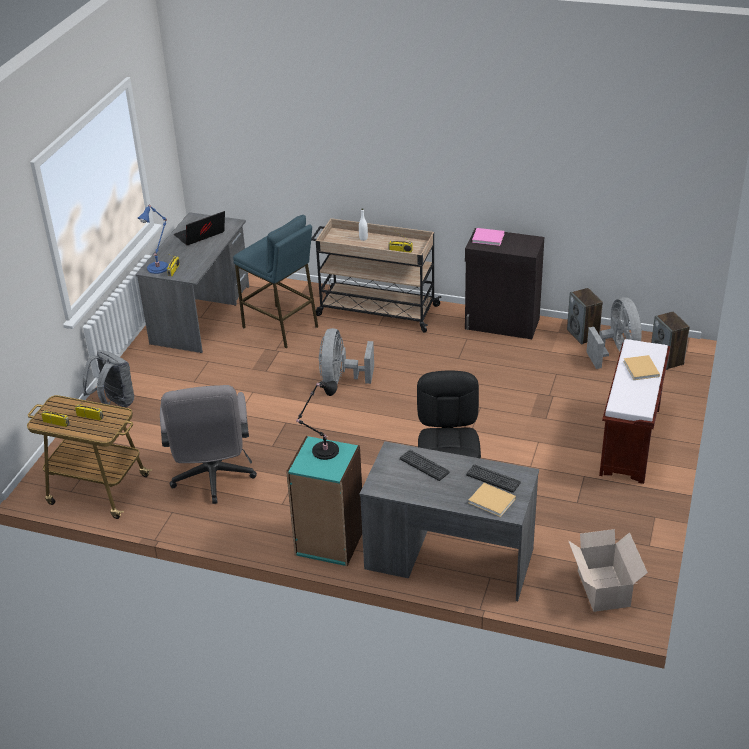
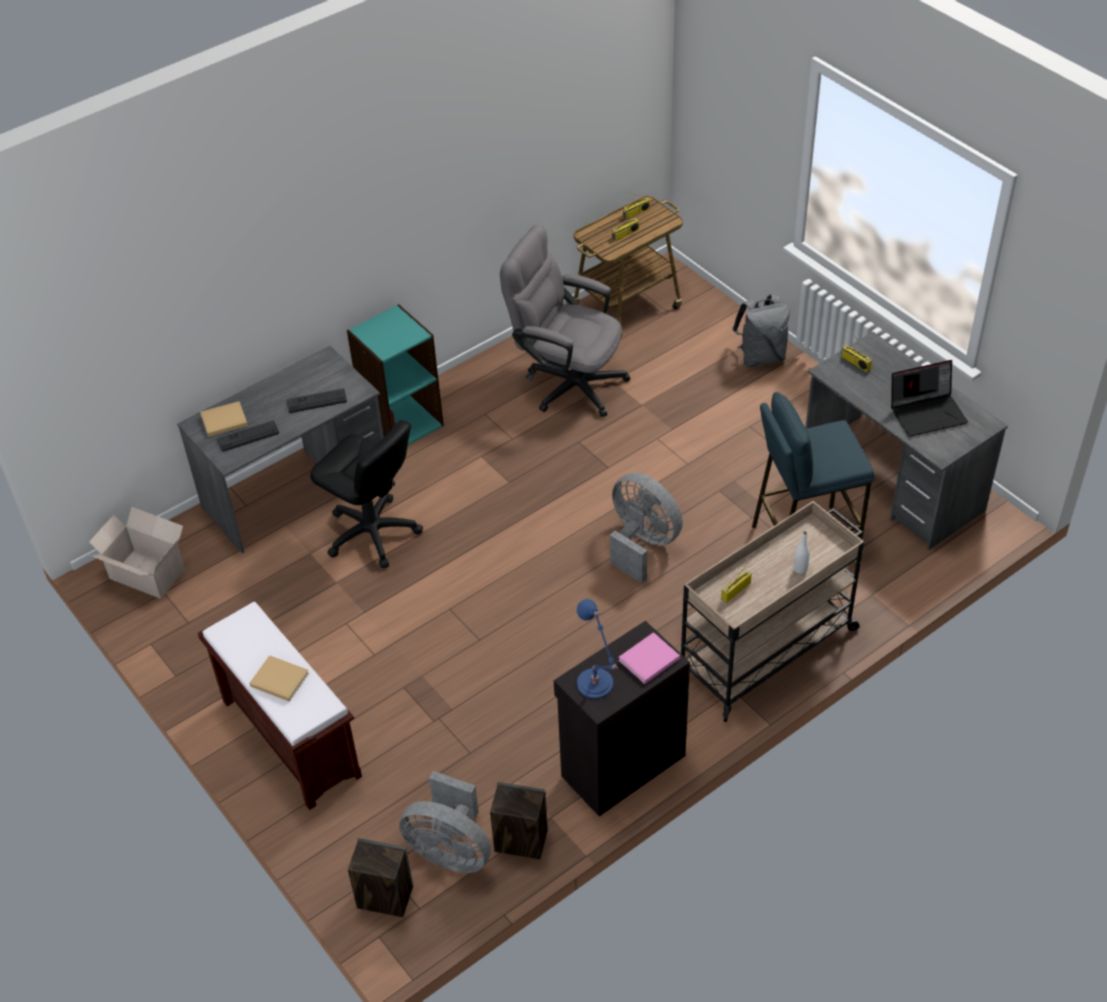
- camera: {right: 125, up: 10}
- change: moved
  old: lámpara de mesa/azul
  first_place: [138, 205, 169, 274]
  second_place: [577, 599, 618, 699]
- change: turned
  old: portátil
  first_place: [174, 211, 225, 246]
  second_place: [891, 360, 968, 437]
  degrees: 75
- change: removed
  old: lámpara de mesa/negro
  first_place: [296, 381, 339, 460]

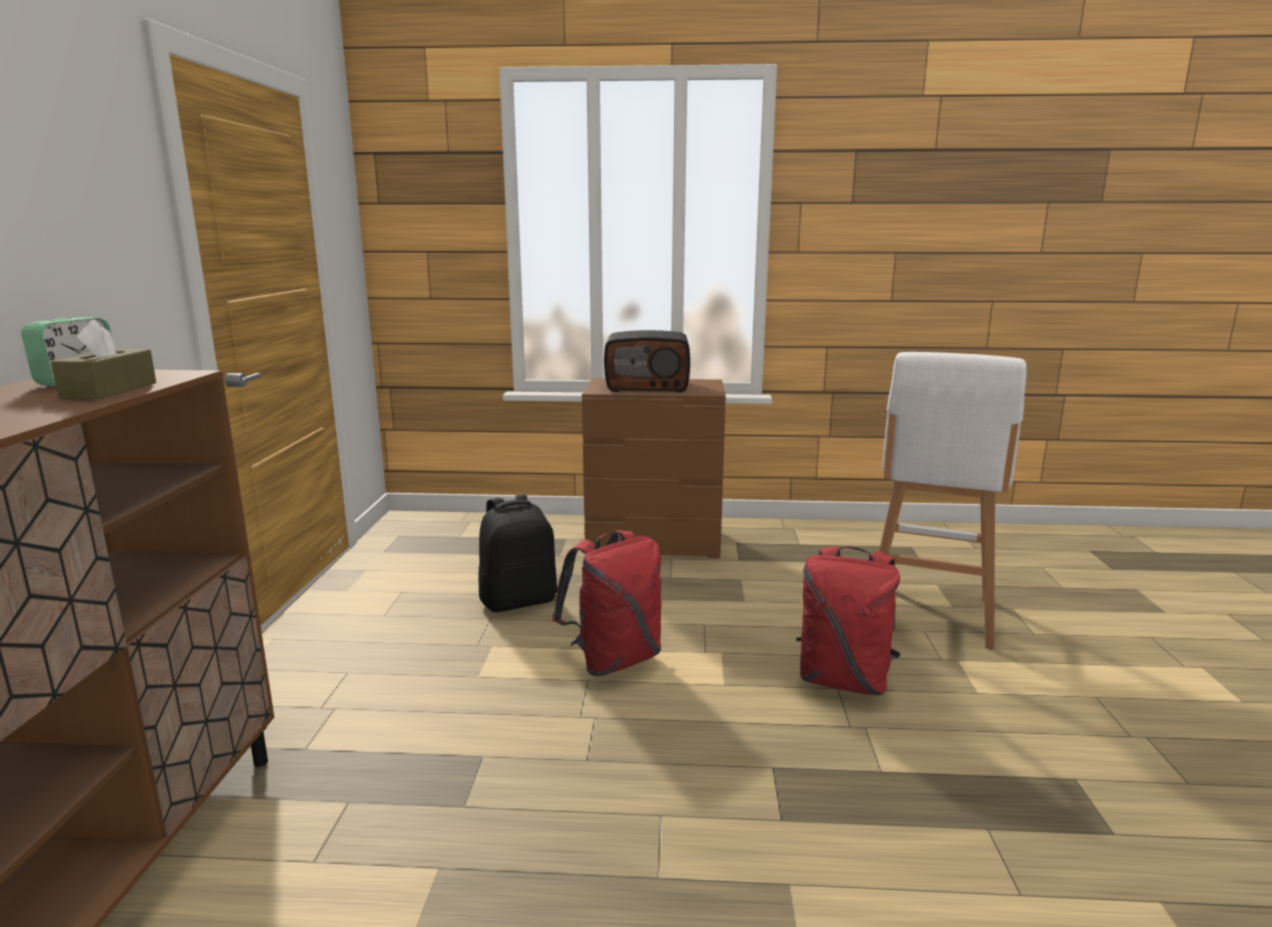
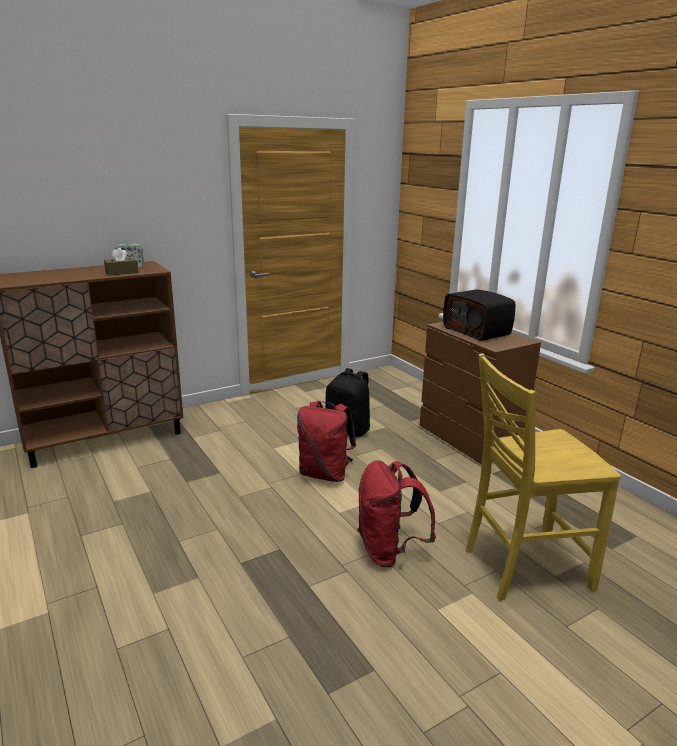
- camera: {right: 55, up: 5}
- change: replaced
  old: taburete/blanco
  new: silla/amarillo
  first_place: [879, 352, 1027, 649]
  second_place: [466, 353, 621, 601]

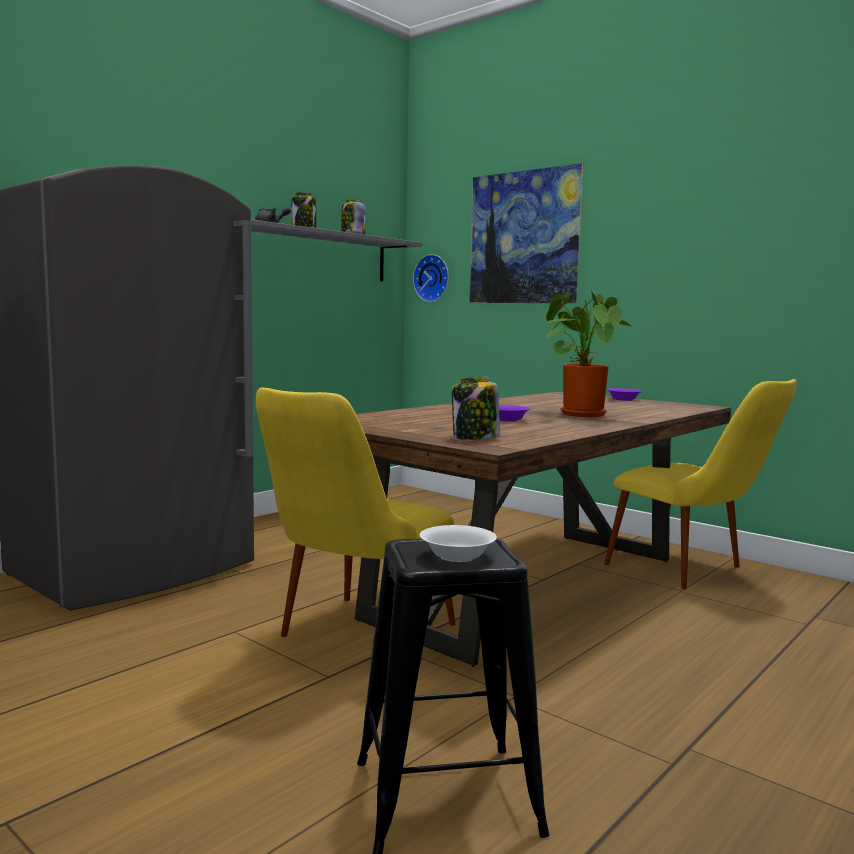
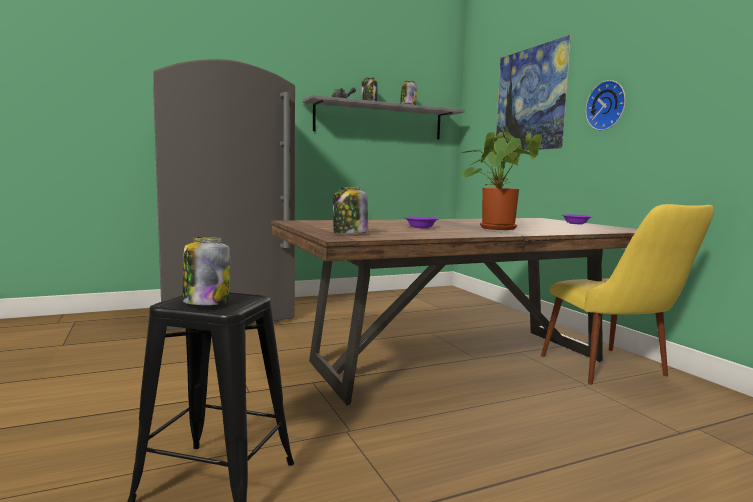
- camera: {right: 25, up: 0}
- change: replaced
  old: cuenco/blanco
  new: tarro
  first_place: [420, 525, 497, 562]
  second_place: [183, 237, 230, 305]
- change: moved
  old: reloj de pared
  first_place: [413, 254, 449, 302]
  second_place: [585, 80, 626, 130]
- change: removed
  old: silla/amarillo
  first_place: [256, 388, 455, 637]

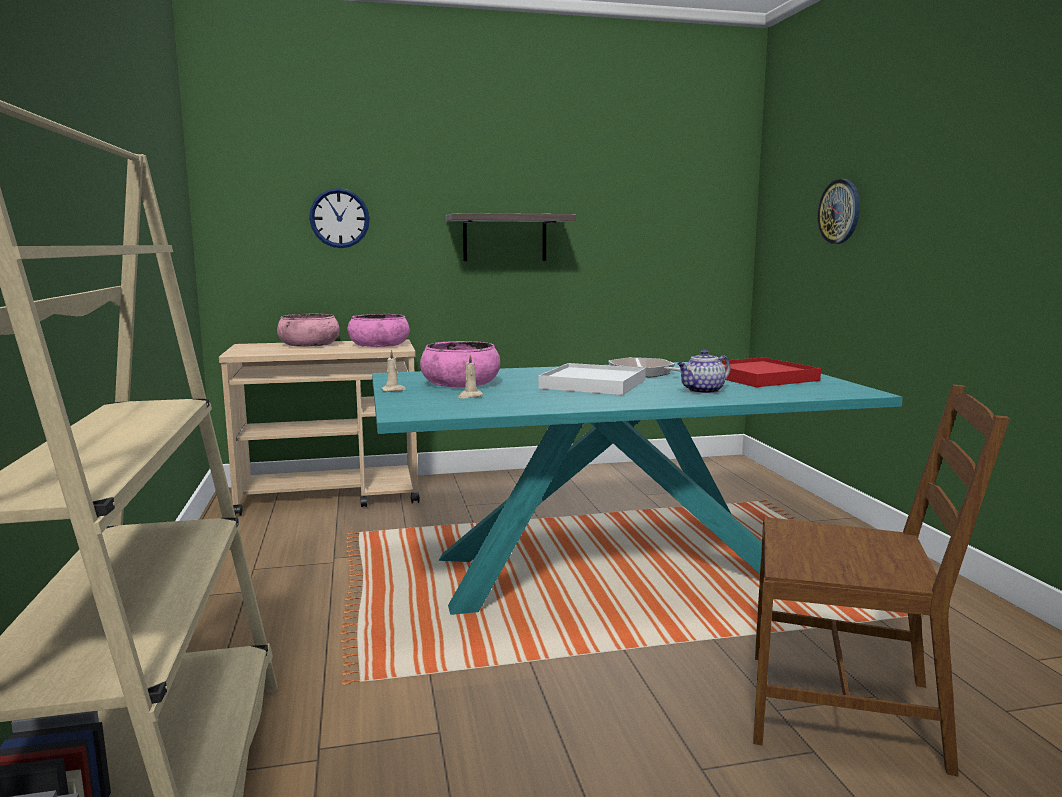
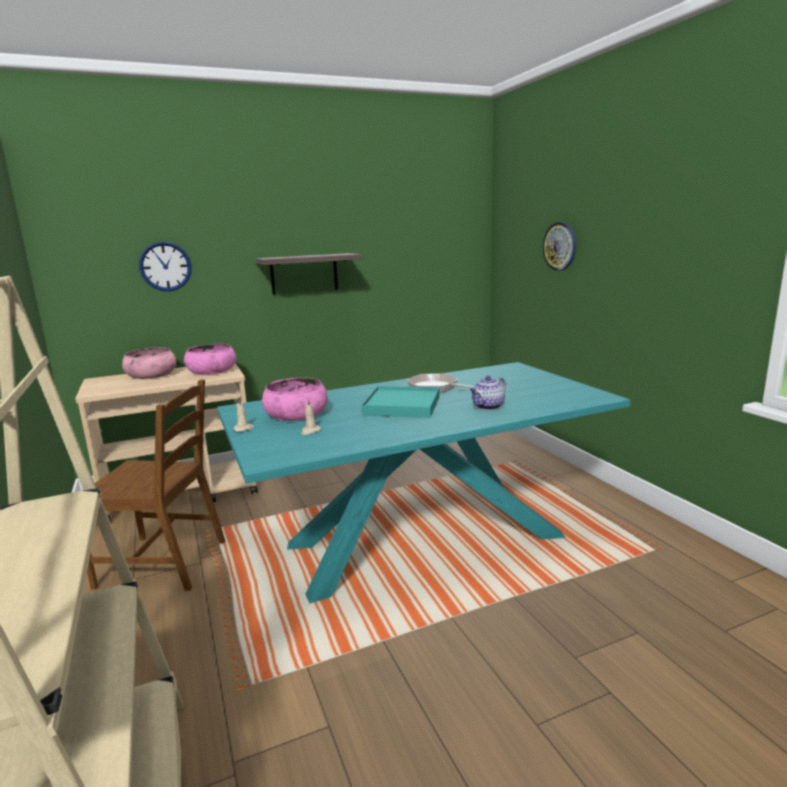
- camera: {right: -10, up: 5}
- change: moved
  old: silla/marrón
  first_place: [753, 385, 1010, 777]
  second_place: [87, 380, 225, 591]
- change: recoloured
  old: bandeja/blanco
  new: bandeja/turquesa
  first_place: [539, 363, 646, 395]
  second_place: [361, 386, 440, 418]
- change: removed
  old: bandeja/rojo
  first_place: [721, 357, 821, 387]

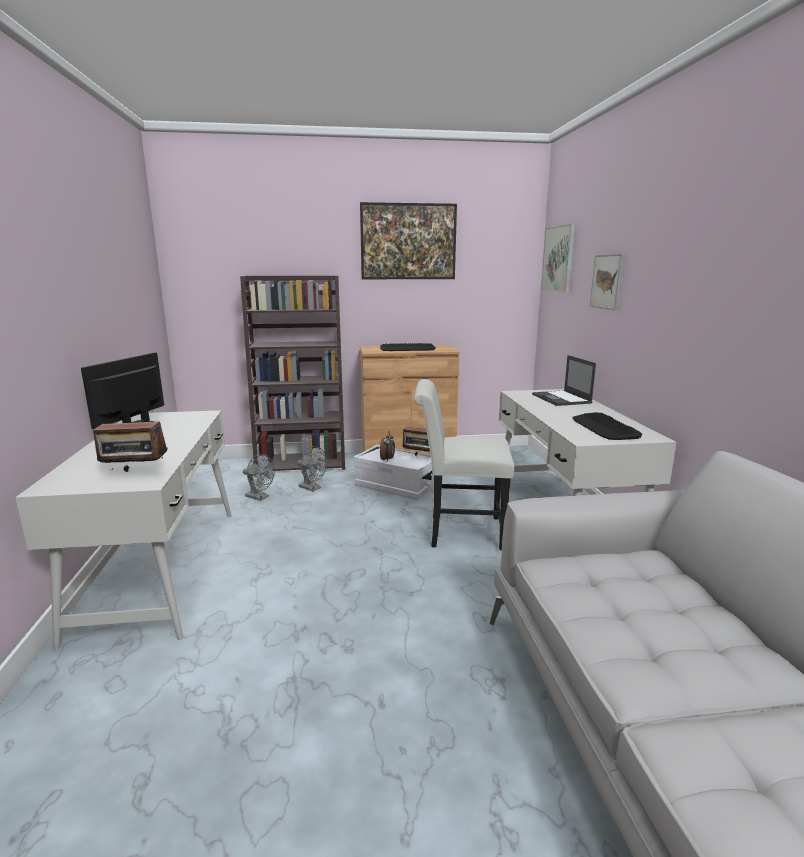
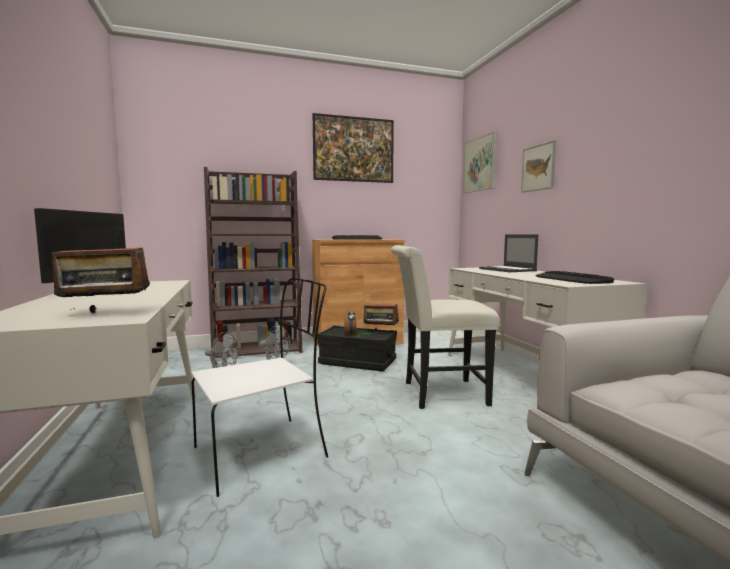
- camera: {right: -10, up: -10}
- change: added
  new: silla/blanco
  second_place: [191, 278, 328, 497]
- change: recoloured
  old: caja de almacenaje/blanco
  new: caja de almacenaje/negro
  first_place: [354, 445, 434, 500]
  second_place: [317, 326, 397, 371]

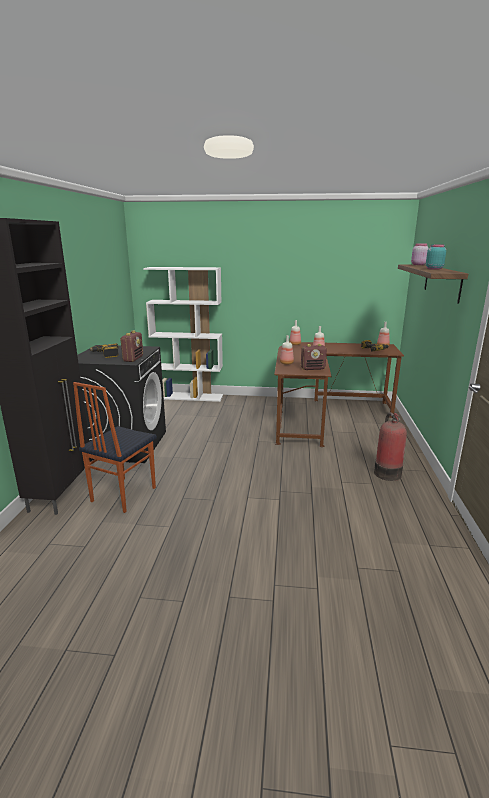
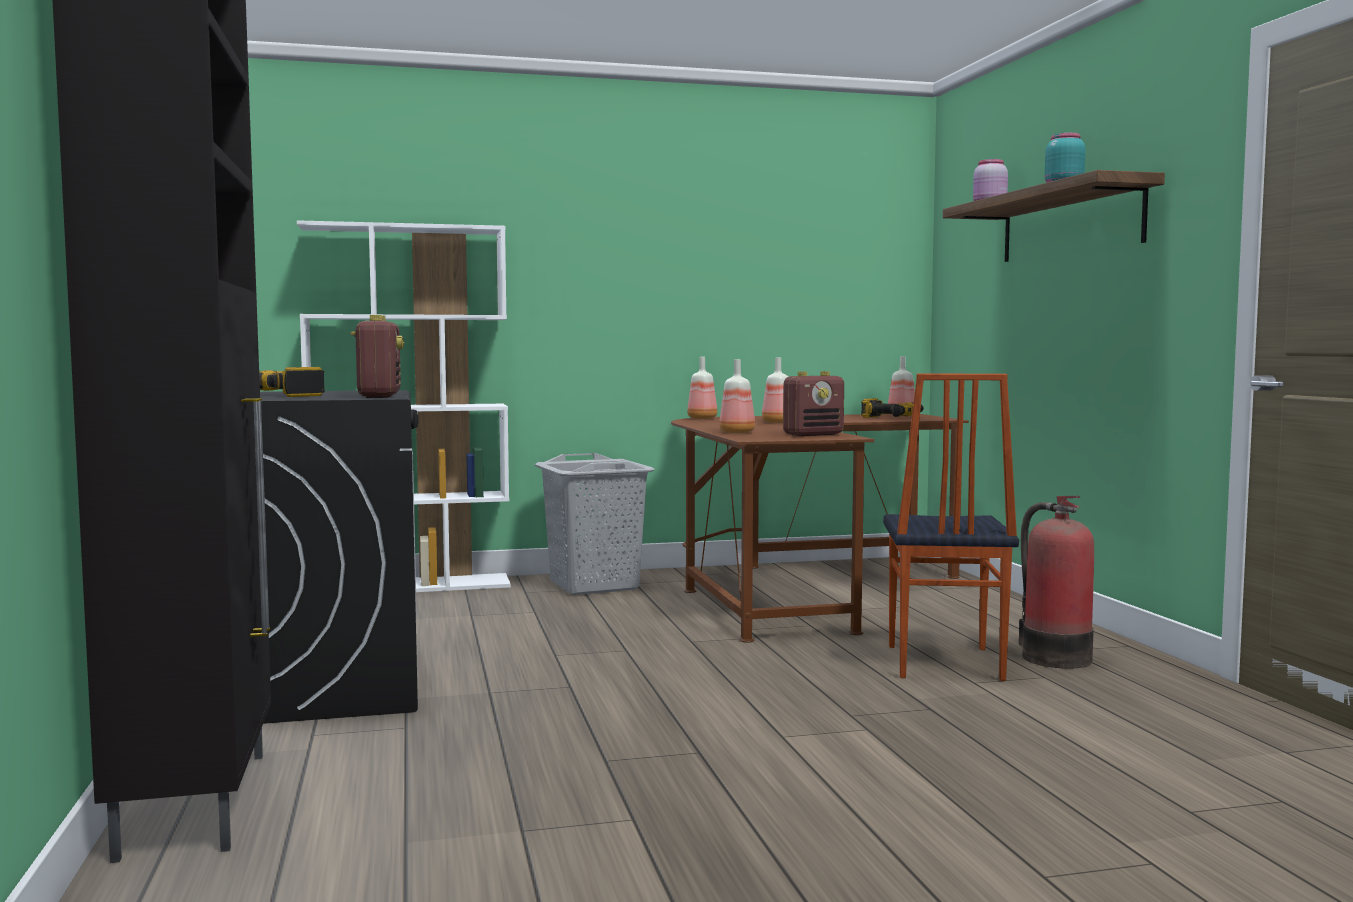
- camera: {right: -20, up: -15}
- change: added
  new: cesto de la ropa/gris
  second_place: [535, 453, 654, 595]
- change: moved
  old: silla
  first_place: [73, 382, 157, 513]
  second_place: [883, 374, 1019, 681]

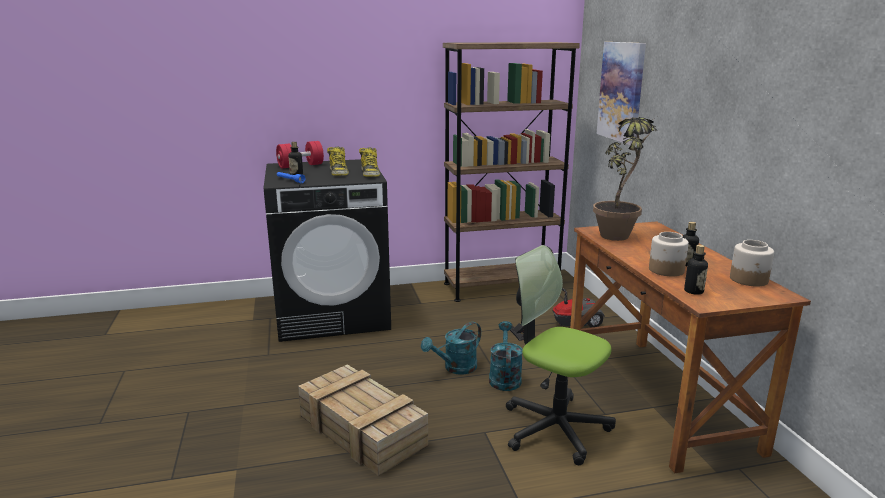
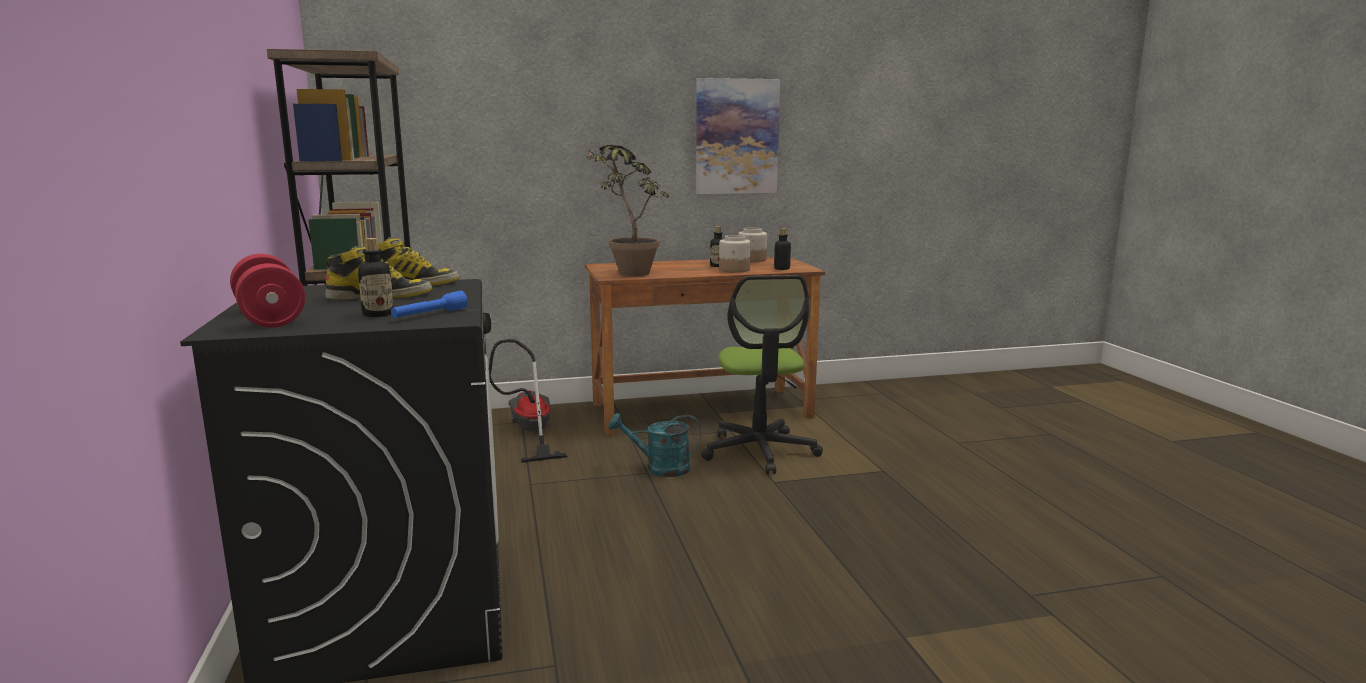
- camera: {right: -90, up: -5}
- change: moved
  old: cuadro
  first_place: [597, 42, 646, 145]
  second_place: [696, 78, 780, 194]
- change: turned
  old: silla de oficina
  first_place: [506, 245, 616, 465]
  second_place: [701, 275, 823, 474]
  degrees: -45
- change: removed
  old: caja de embalaje
  first_place: [298, 364, 428, 476]
- change: removed
  old: regadera/turquesa
  first_place: [421, 322, 481, 375]

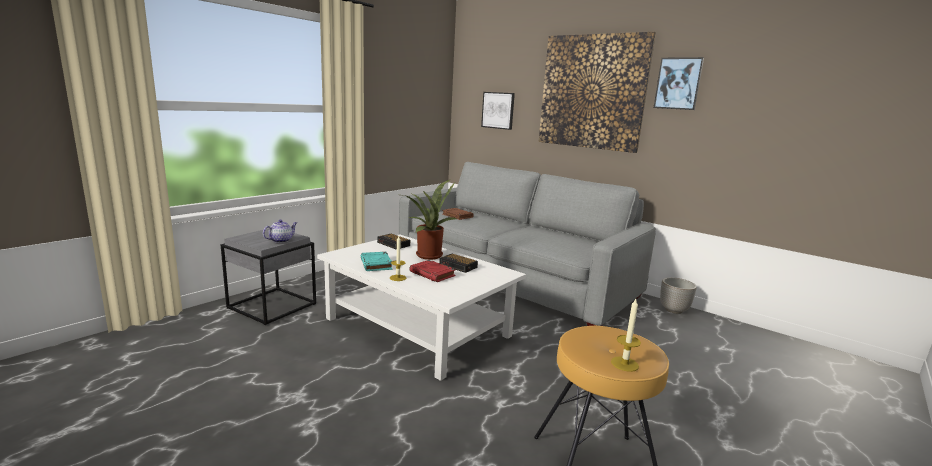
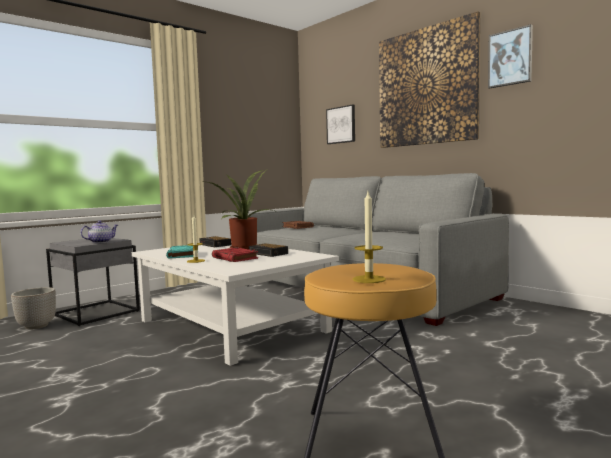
- camera: {right: 10, up: -10}
- change: moved
  old: maceta
  first_place: [660, 277, 697, 314]
  second_place: [11, 287, 56, 330]

